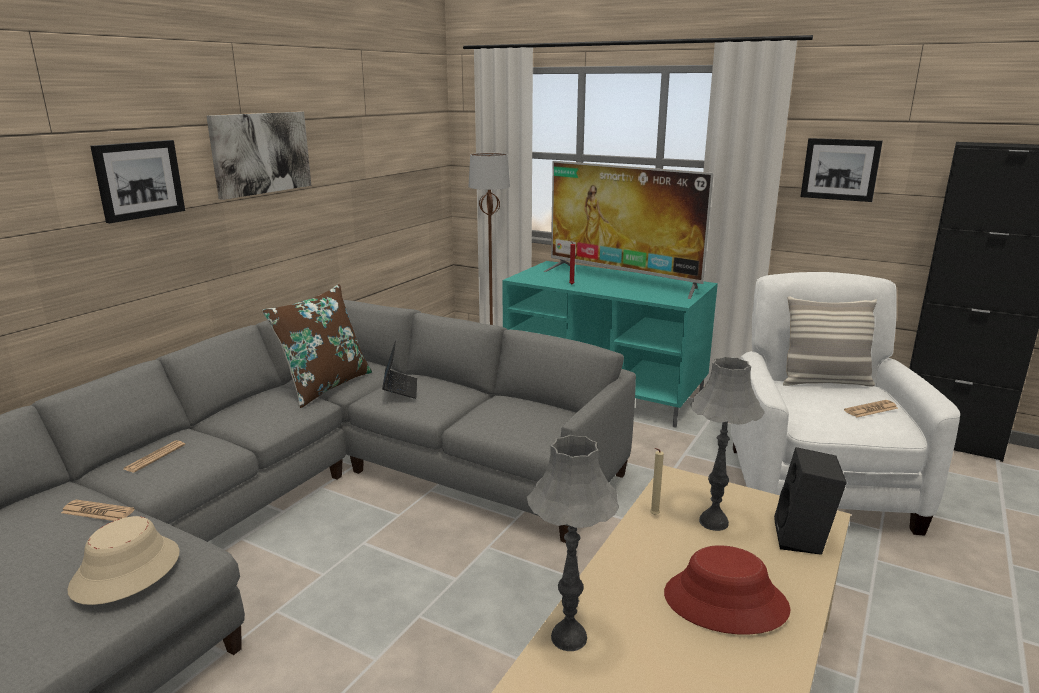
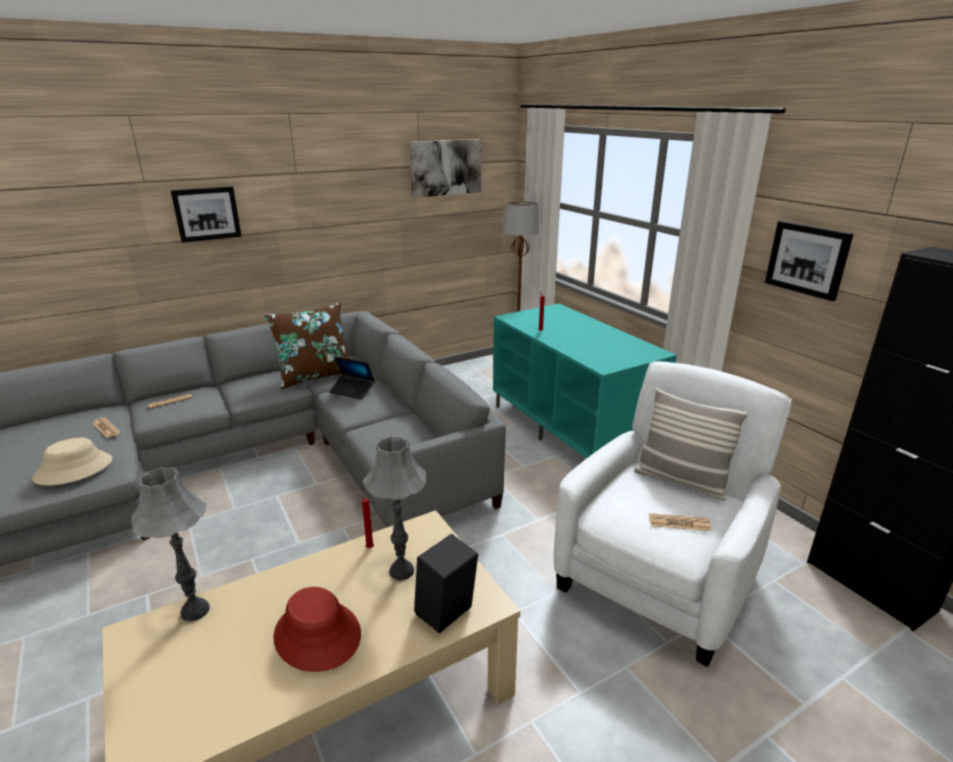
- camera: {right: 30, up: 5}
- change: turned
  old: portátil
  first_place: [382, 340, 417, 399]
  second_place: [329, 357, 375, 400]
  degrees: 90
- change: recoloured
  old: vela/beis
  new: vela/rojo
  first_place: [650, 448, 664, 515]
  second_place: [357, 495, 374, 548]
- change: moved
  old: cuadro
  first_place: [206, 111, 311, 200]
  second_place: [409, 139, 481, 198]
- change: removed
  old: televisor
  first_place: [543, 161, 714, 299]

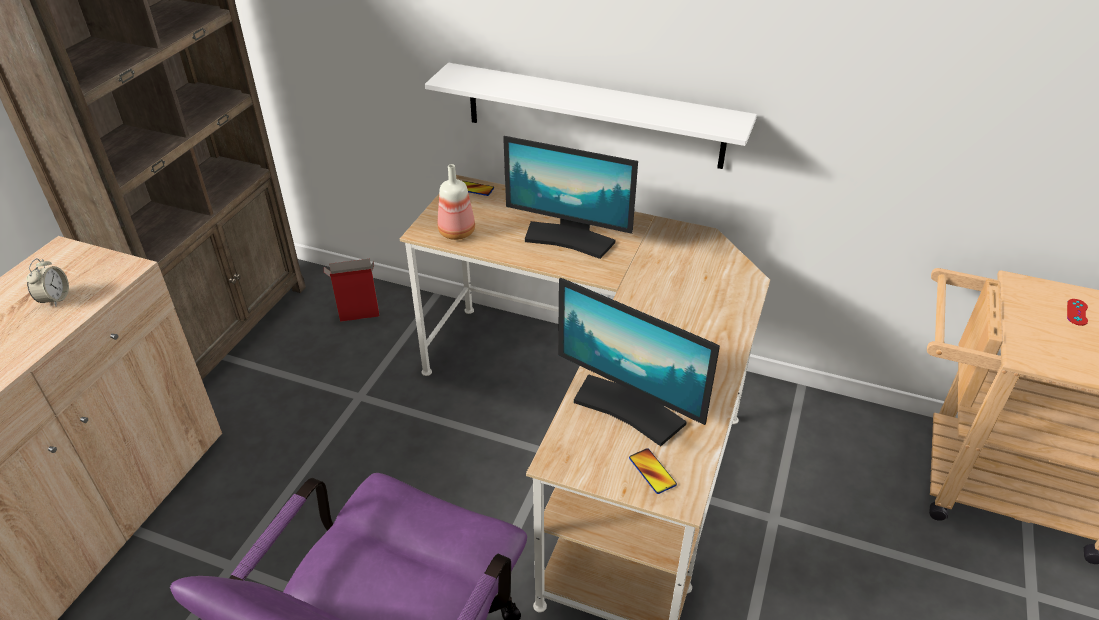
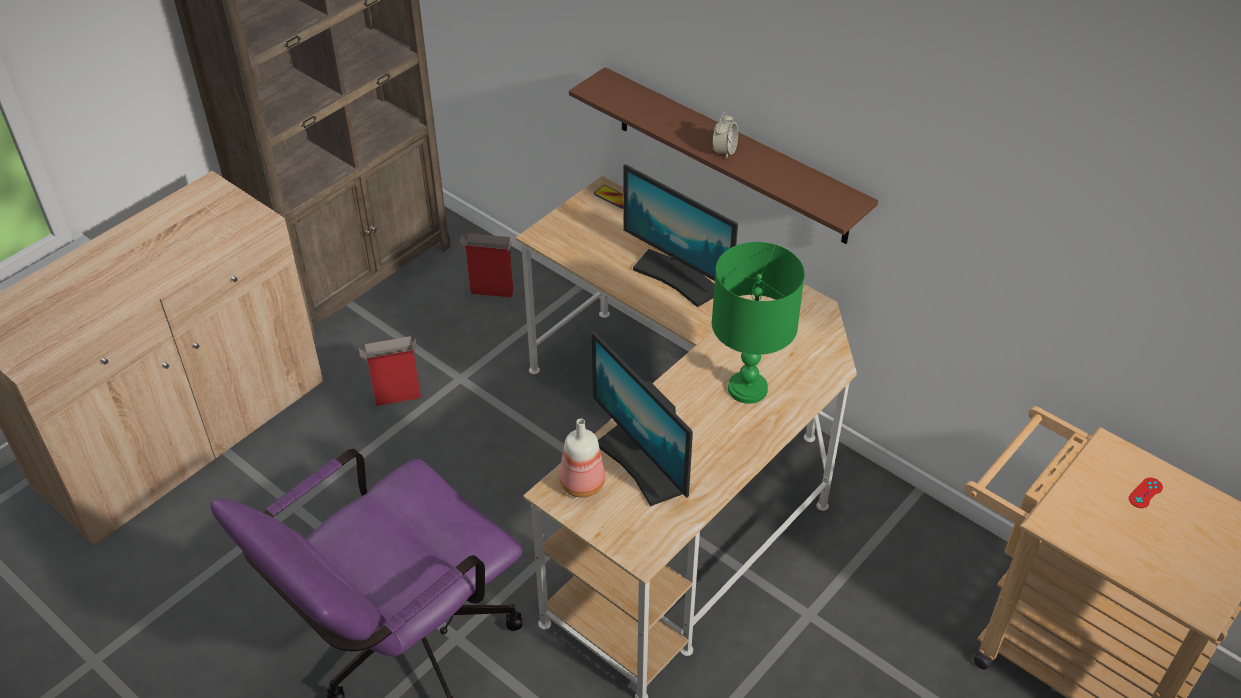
- camera: {right: 20, up: 5}
- change: added
  new: caja de cartón
  second_place: [359, 336, 421, 406]
- change: moved
  old: botella
  first_place: [438, 164, 475, 240]
  second_place: [559, 418, 605, 498]
- change: recoloured
  old: estante/blanco
  new: estante/marrón
  first_place: [425, 63, 757, 169]
  second_place: [569, 67, 878, 244]
- change: moved
  old: despertador
  first_place: [26, 258, 69, 306]
  second_place: [712, 112, 738, 159]
- change: added
  new: lámpara de mesa/verde
  second_place: [712, 242, 805, 404]
- change: removed
  old: móvil
  first_place: [629, 448, 677, 494]

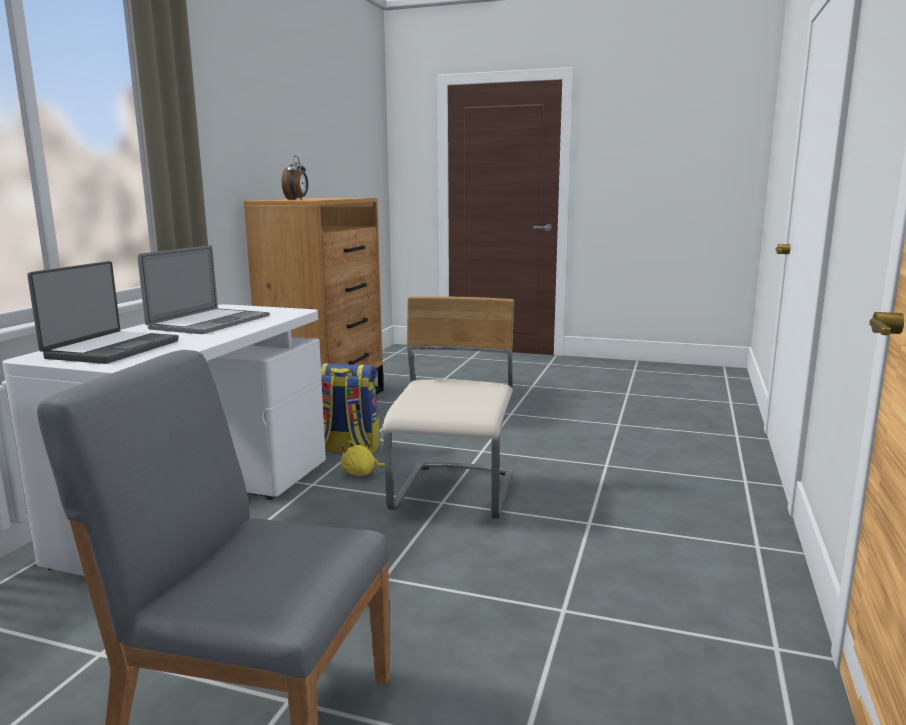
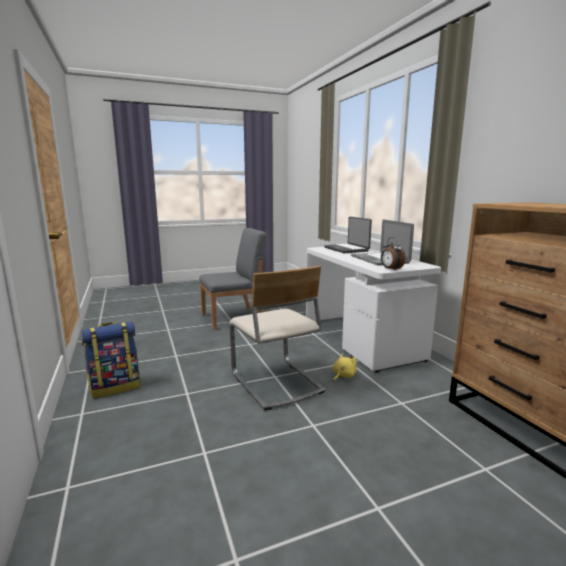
- camera: {right: 140, up: 0}
- change: moved
  old: mochila
  first_place: [321, 363, 379, 454]
  second_place: [82, 322, 140, 399]
- change: moved
  old: despertador
  first_place: [282, 156, 308, 200]
  second_place: [381, 237, 406, 270]

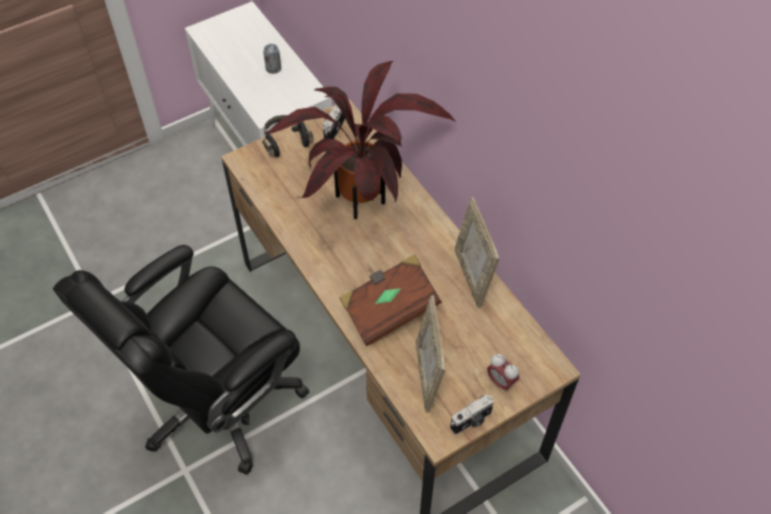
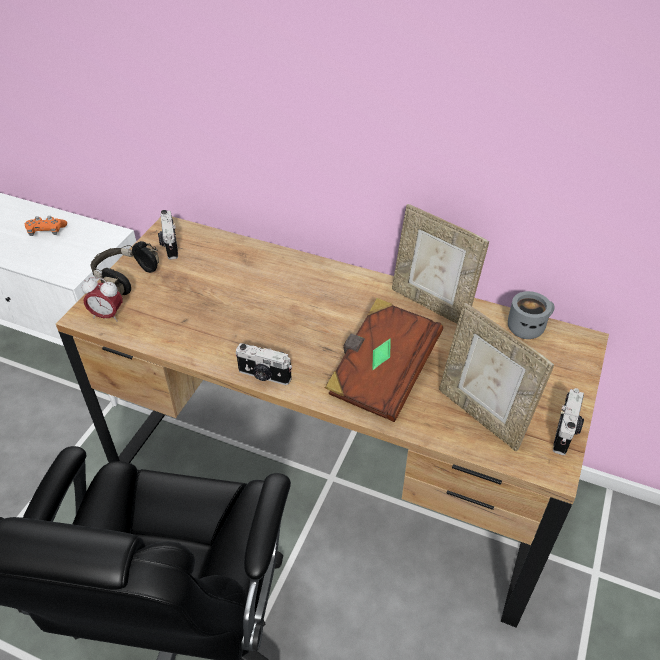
- camera: {right: -35, up: -10}
- change: replaced
  old: lata
  new: mando de consola/naranja
  first_place: [263, 44, 281, 74]
  second_place: [25, 216, 67, 236]
- change: moved
  old: despertador
  first_place: [487, 354, 519, 392]
  second_place: [82, 277, 122, 322]
- change: added
  new: cámara
  second_place: [236, 343, 292, 385]
- change: added
  new: taza grande/gris
  second_place: [508, 291, 555, 339]
- change: removed
  old: planta en maceta
  first_place: [265, 61, 456, 219]

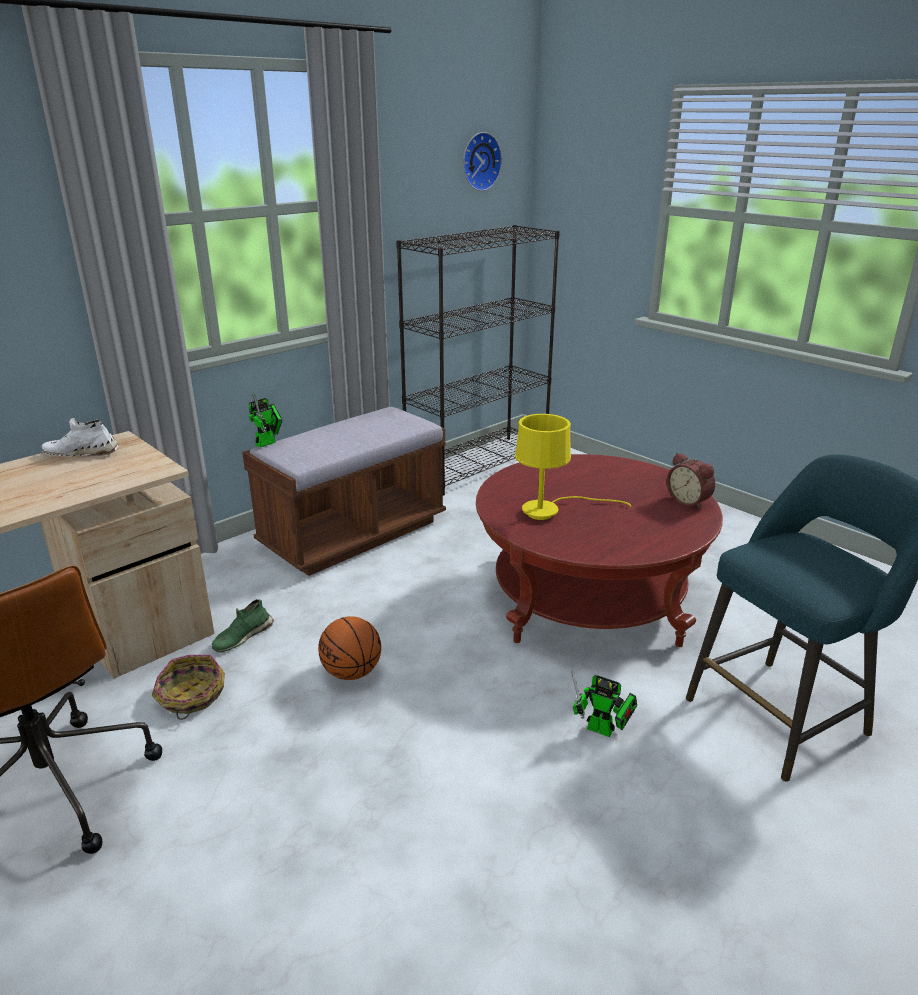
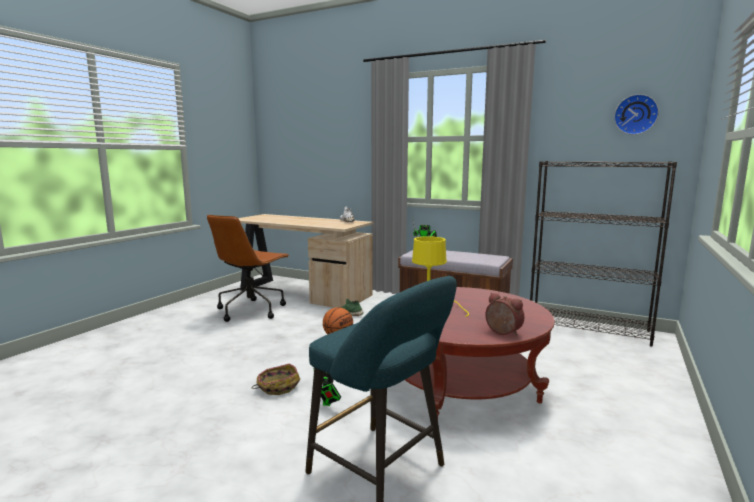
- camera: {right: 70, up: -15}
- change: moved
  old: cesta
  first_place: [152, 655, 225, 720]
  second_place: [252, 363, 300, 395]
- change: turned
  old: despertador
  first_place: [667, 453, 715, 509]
  second_place: [485, 293, 524, 336]
  degrees: 105

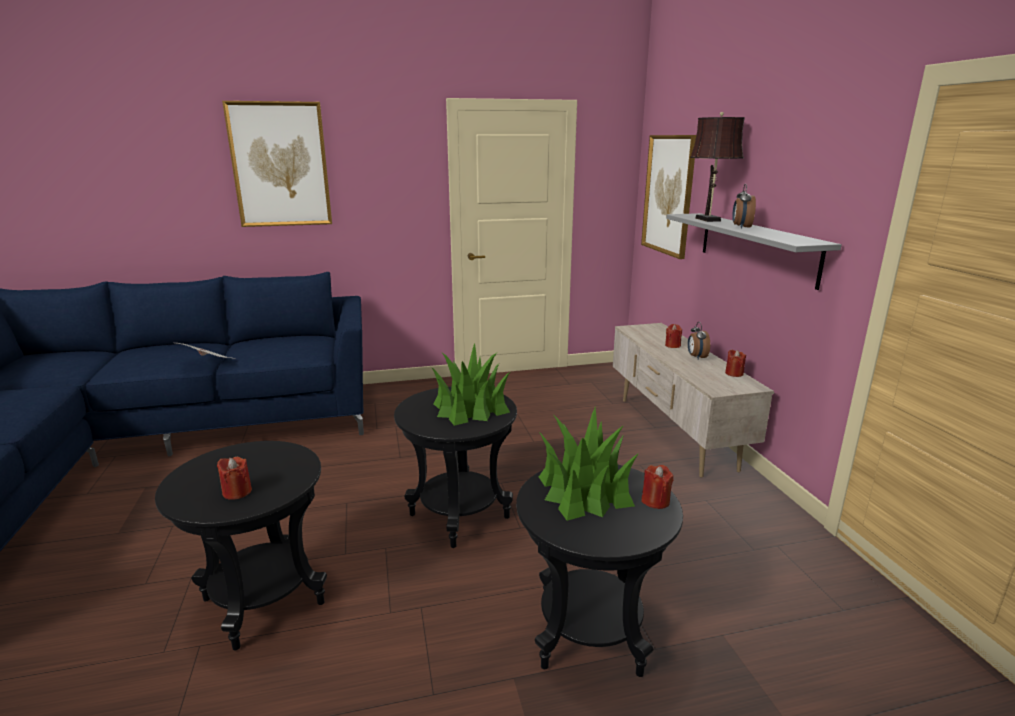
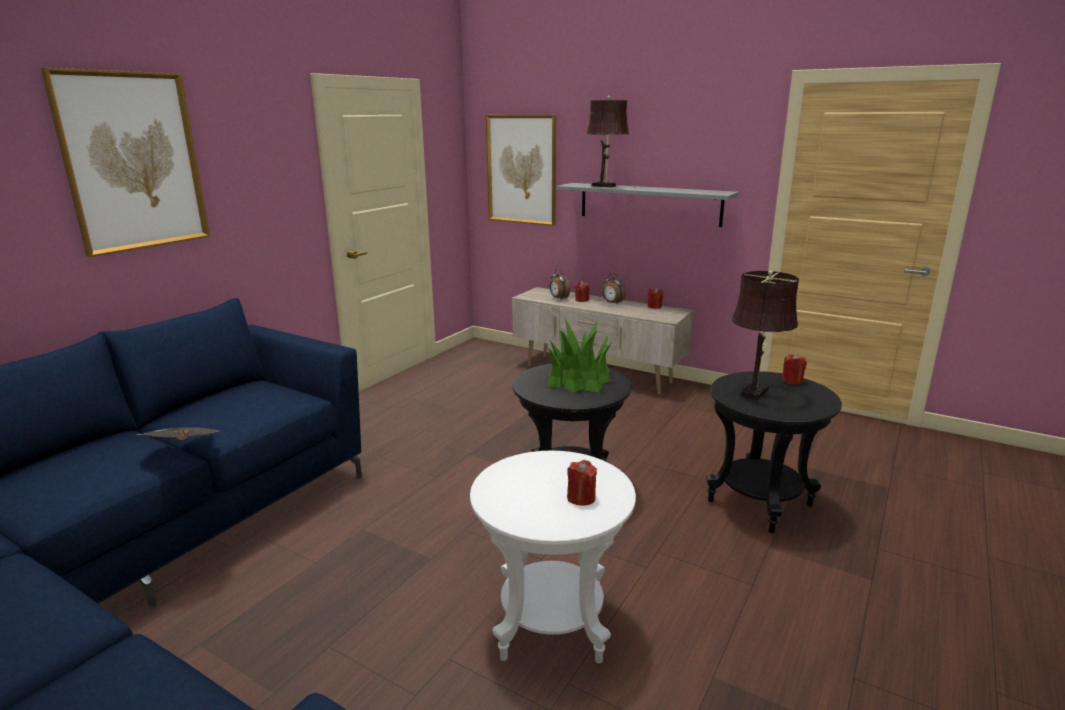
- camera: {right: -45, up: 0}
- change: recoloured
  old: mesa auxiliar/negro
  new: mesa auxiliar/blanco
  first_place: [155, 441, 327, 650]
  second_place: [470, 451, 636, 663]
- change: moved
  old: despertador
  first_place: [732, 184, 756, 229]
  second_place: [550, 269, 571, 300]
- change: replaced
  old: planta en maceta
  new: lámpara de mesa/marrón
  first_place: [539, 407, 638, 521]
  second_place: [732, 270, 799, 401]

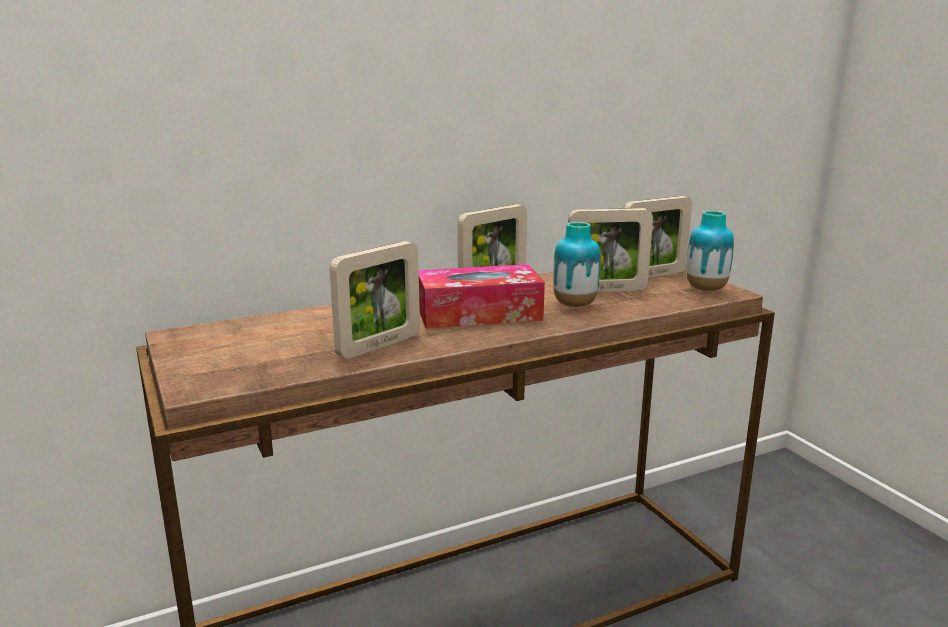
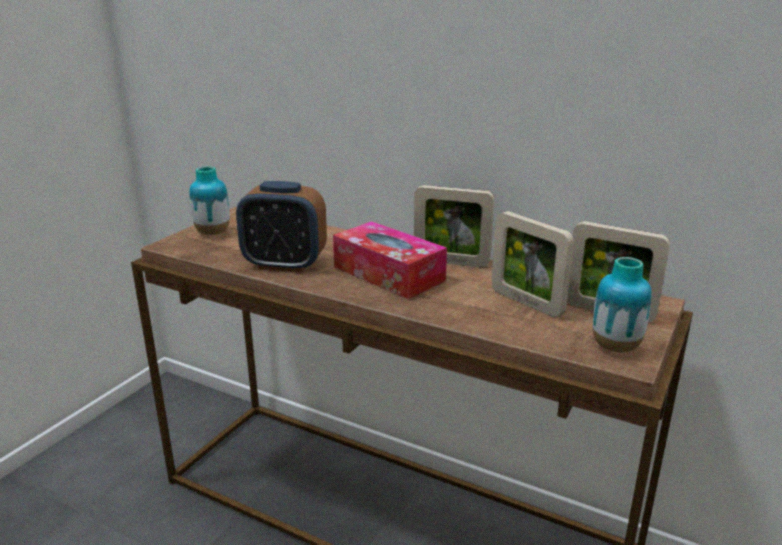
- camera: {right: 55, up: 5}
- change: moved
  old: florero
  first_place: [553, 222, 600, 307]
  second_place: [190, 166, 230, 235]
- change: replaced
  old: portarretratos
  new: despertador
  first_place: [329, 241, 420, 359]
  second_place: [236, 181, 327, 272]

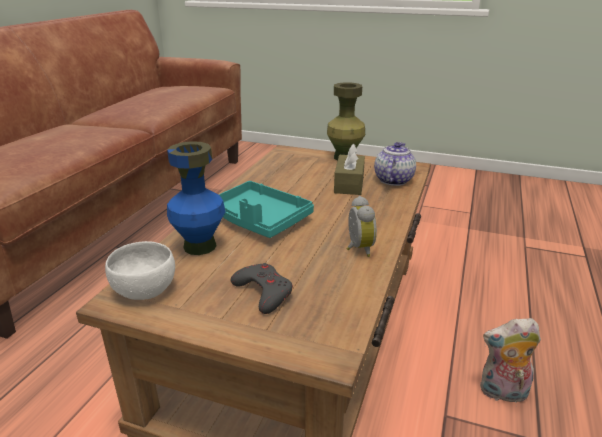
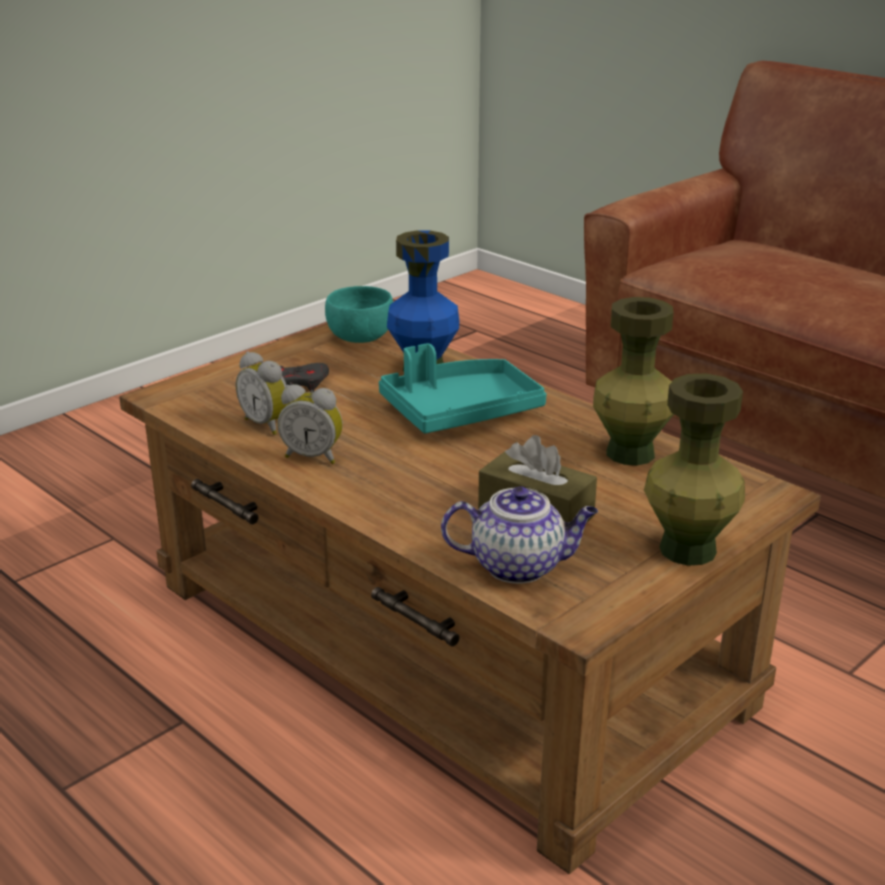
- camera: {right: 115, up: 0}
- change: added
  new: despertador
  second_place: [236, 352, 286, 435]
- change: recoloured
  old: cuenco/blanco
  new: cuenco/turquesa
  first_place: [105, 241, 175, 300]
  second_place: [325, 286, 393, 343]
- change: turned
  old: tetera
  first_place: [374, 142, 416, 186]
  second_place: [441, 486, 598, 584]
  degrees: -45
- change: added
  new: florero/verde
  second_place: [593, 297, 674, 466]
- change: removed
  old: peluche
  first_place: [480, 318, 541, 403]

